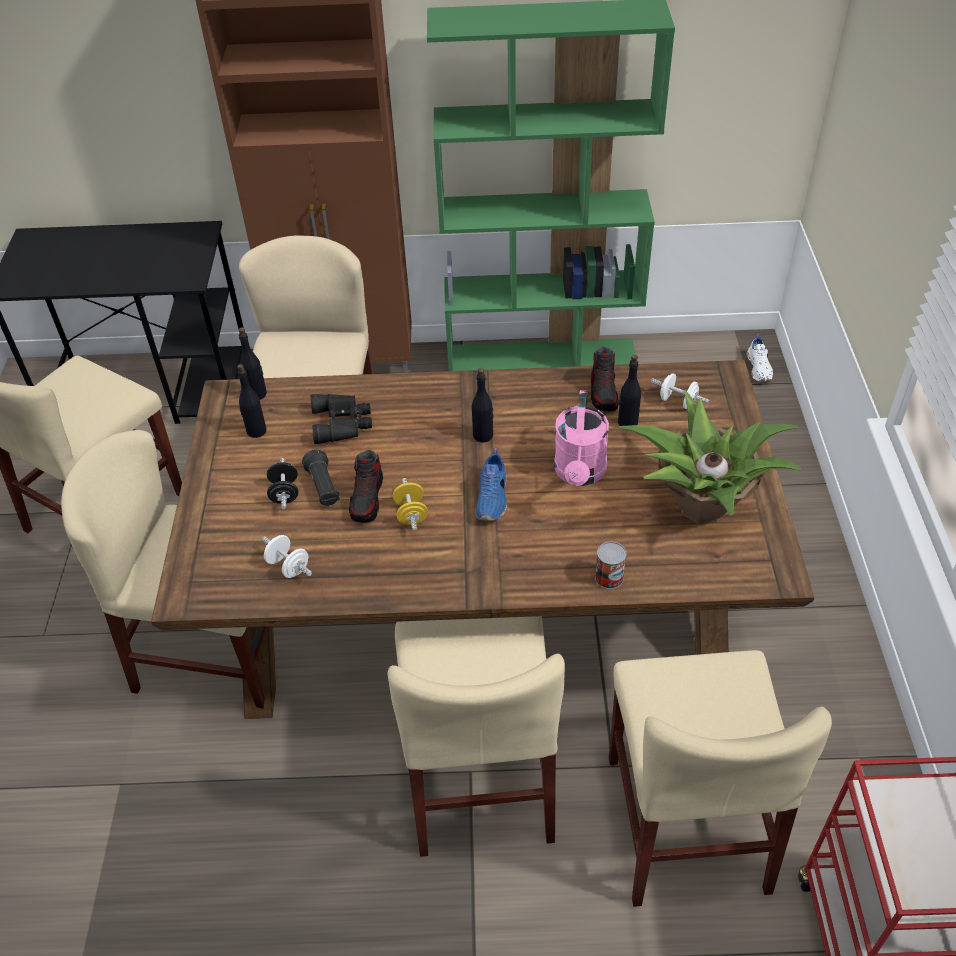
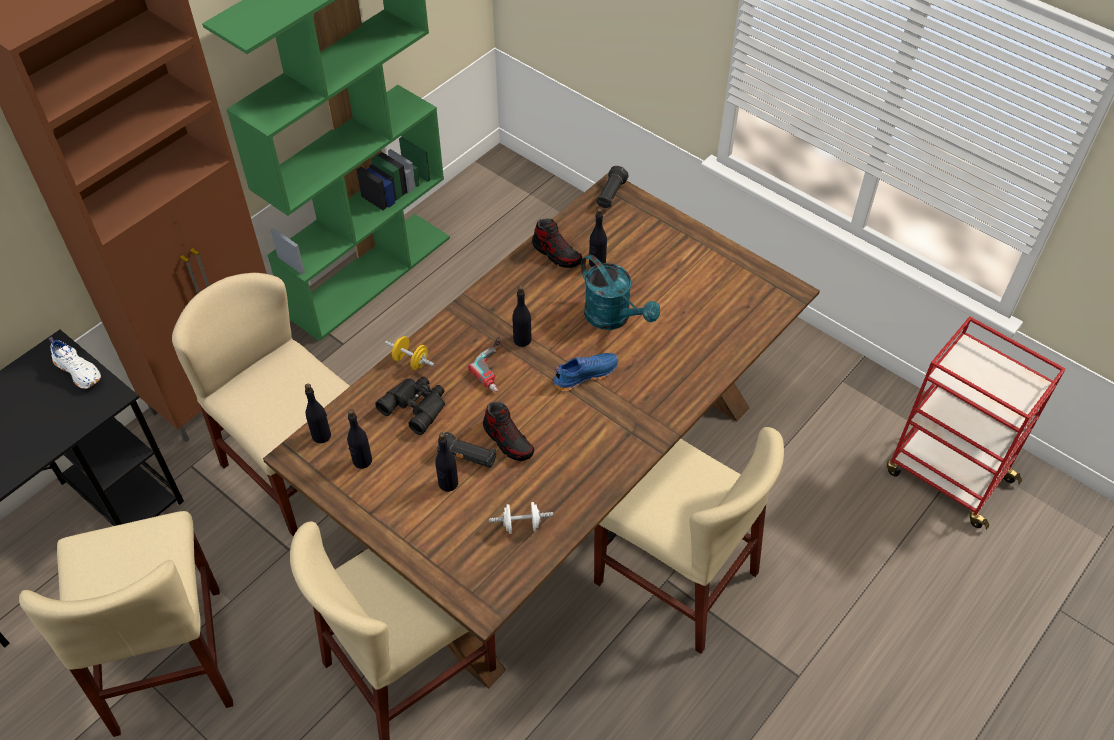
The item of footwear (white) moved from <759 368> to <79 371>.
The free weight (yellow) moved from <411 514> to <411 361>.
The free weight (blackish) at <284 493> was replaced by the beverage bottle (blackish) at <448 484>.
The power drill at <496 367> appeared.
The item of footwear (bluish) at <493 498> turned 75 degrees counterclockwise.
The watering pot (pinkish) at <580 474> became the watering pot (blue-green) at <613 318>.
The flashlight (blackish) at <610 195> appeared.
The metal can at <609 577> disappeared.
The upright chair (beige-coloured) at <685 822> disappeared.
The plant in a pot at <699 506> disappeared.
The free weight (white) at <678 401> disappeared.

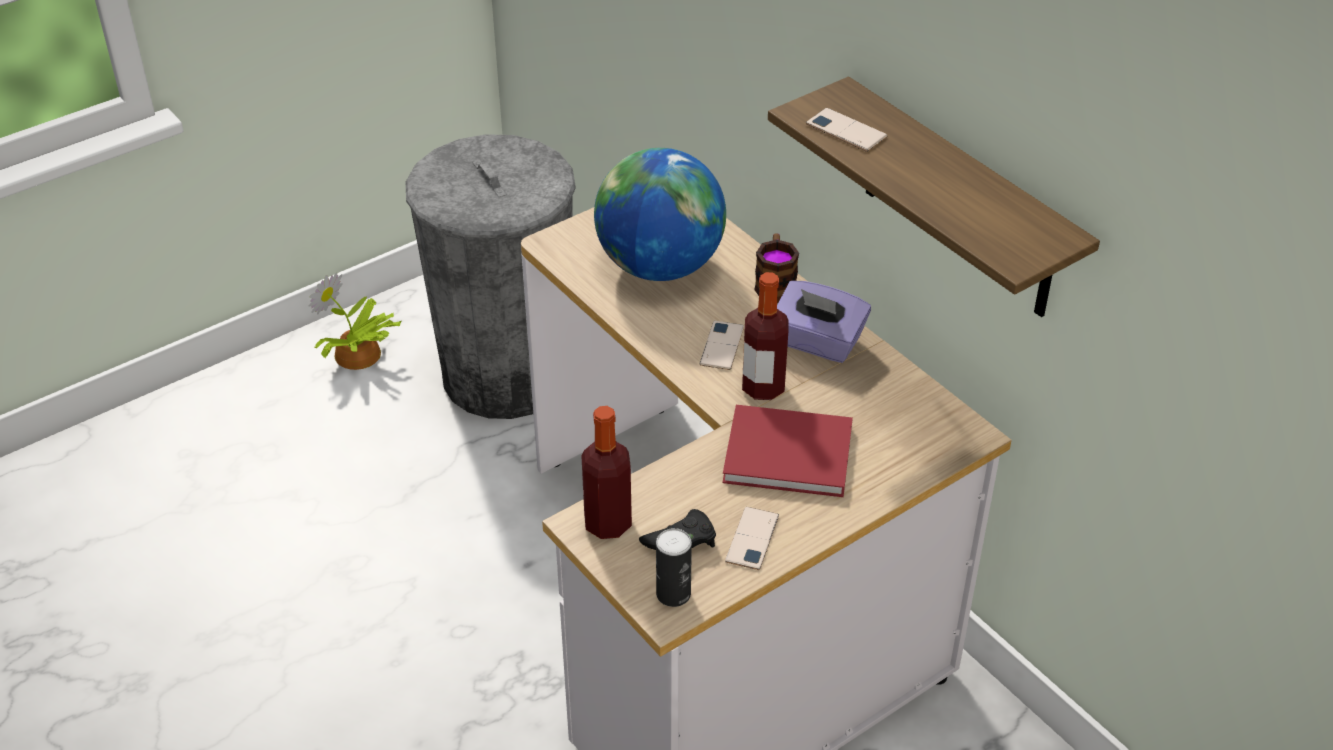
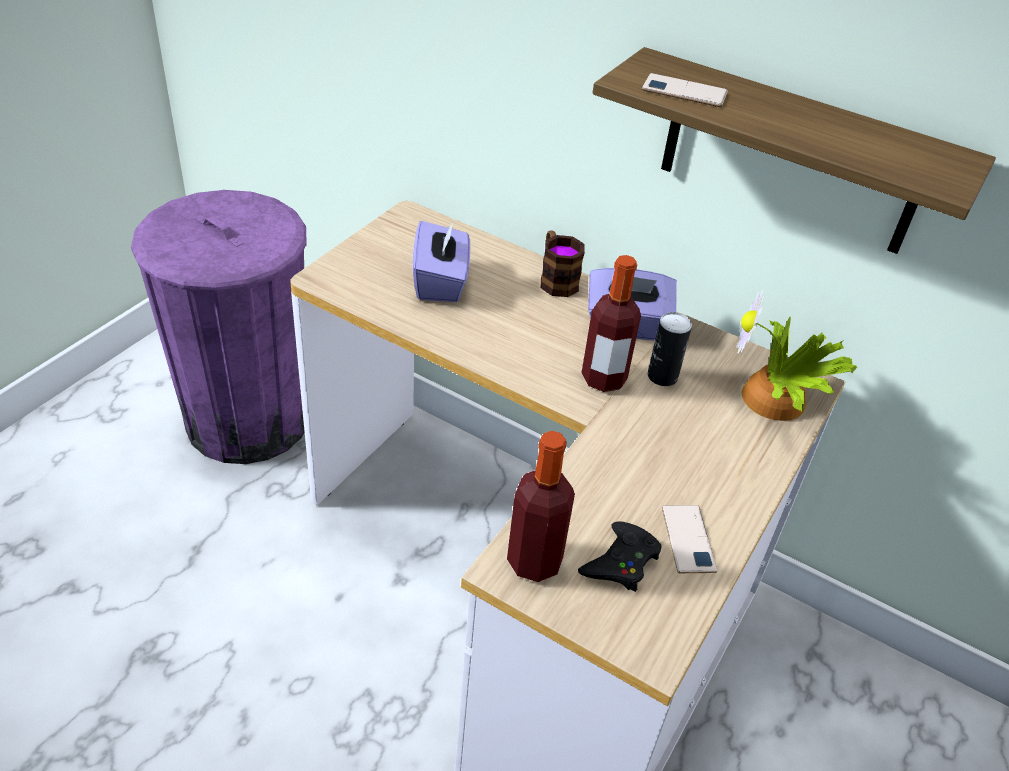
The rubbish bin (gray) at <507 374> became the rubbish bin (purple) at <248 420>.
The globe at <659 267> was replaced by the box of tissues (purple) at <441 282>.
The metal can moved from <673 594> to <662 376>.
The plant in a pot moved from <358 356> to <777 401>.
The telephone at <722 346> disappeared.
The volume (red-coloured) at <792 455> disappeared.

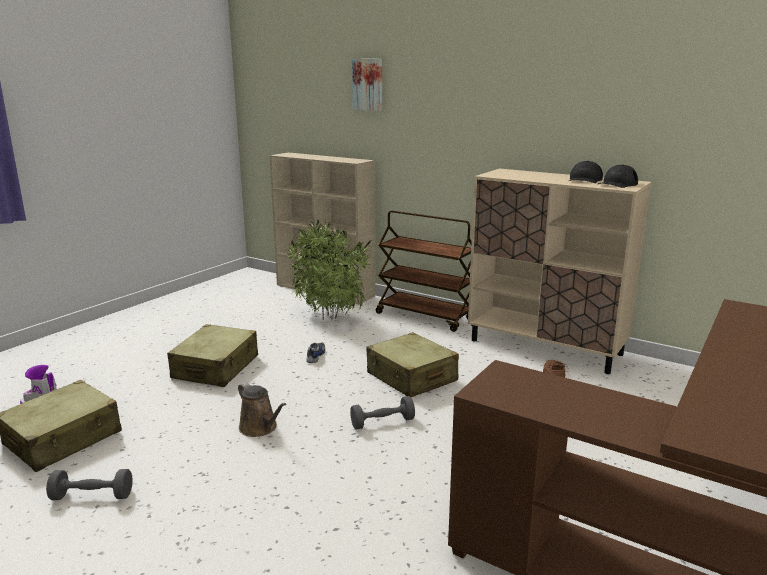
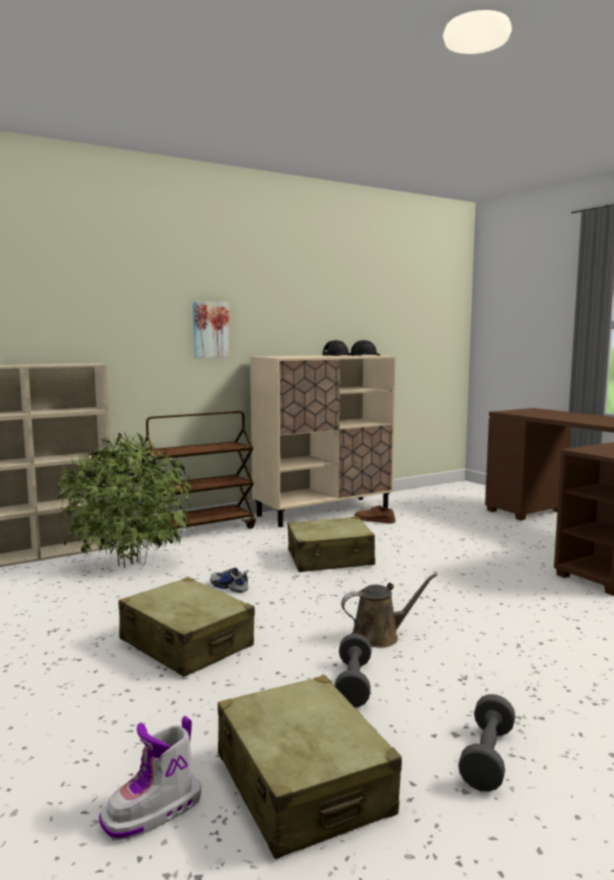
The wall picture moved from <368 85> to <210 329>.
The free weight (gray) moved from <382 423> to <353 684>.

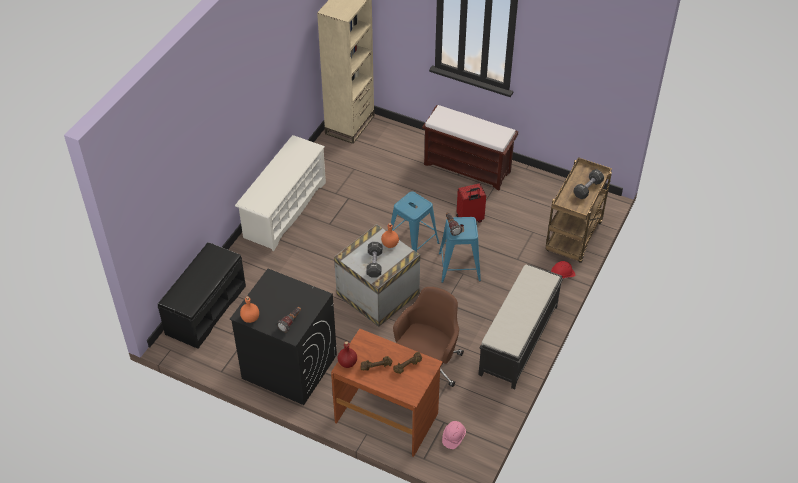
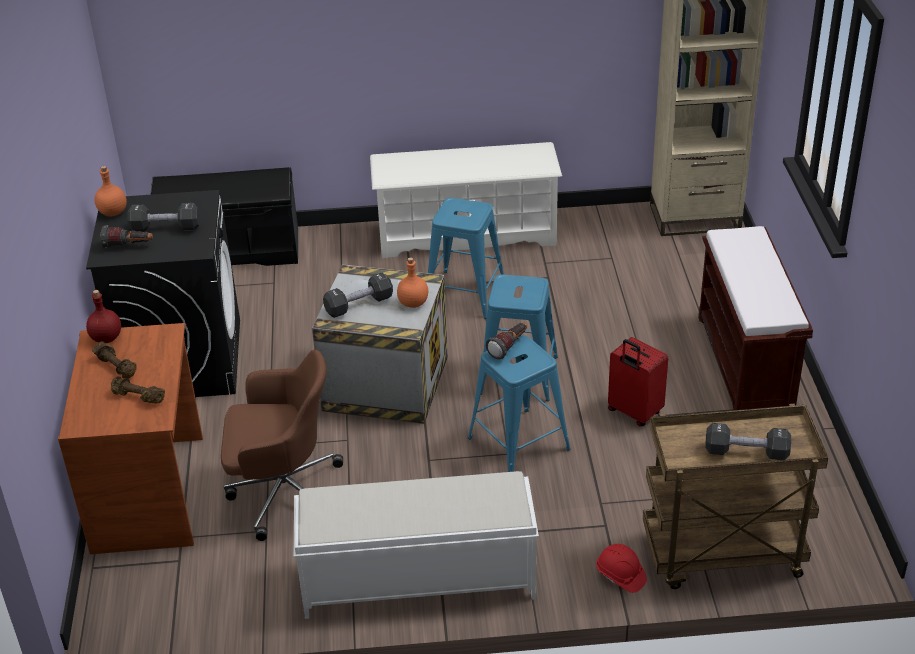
The free weight (blackish) at <165 228> appeared.
The bench (blackish) at <518 341> became the bench (white) at <416 579>.
The stool (bluish) at <464 294> appeared.
The hard hat (pinkish) at <453 437> disappeared.

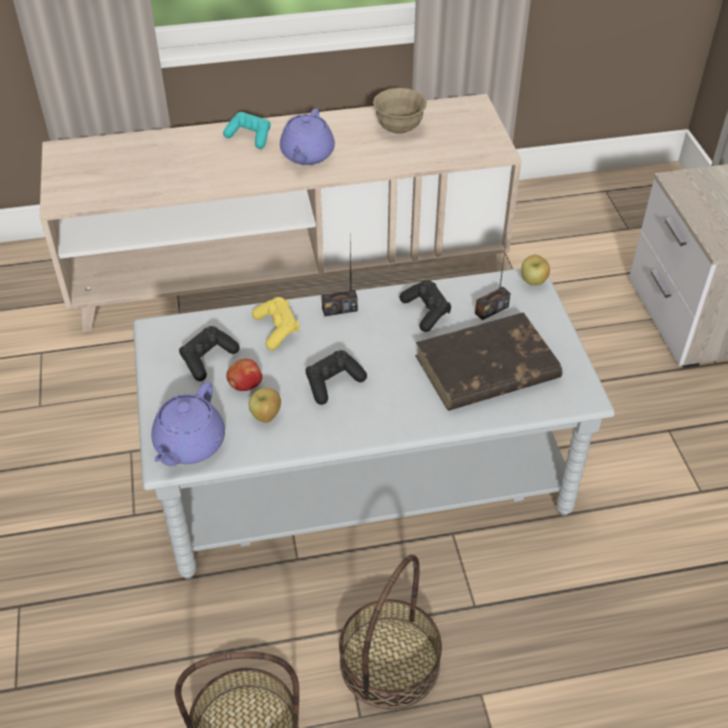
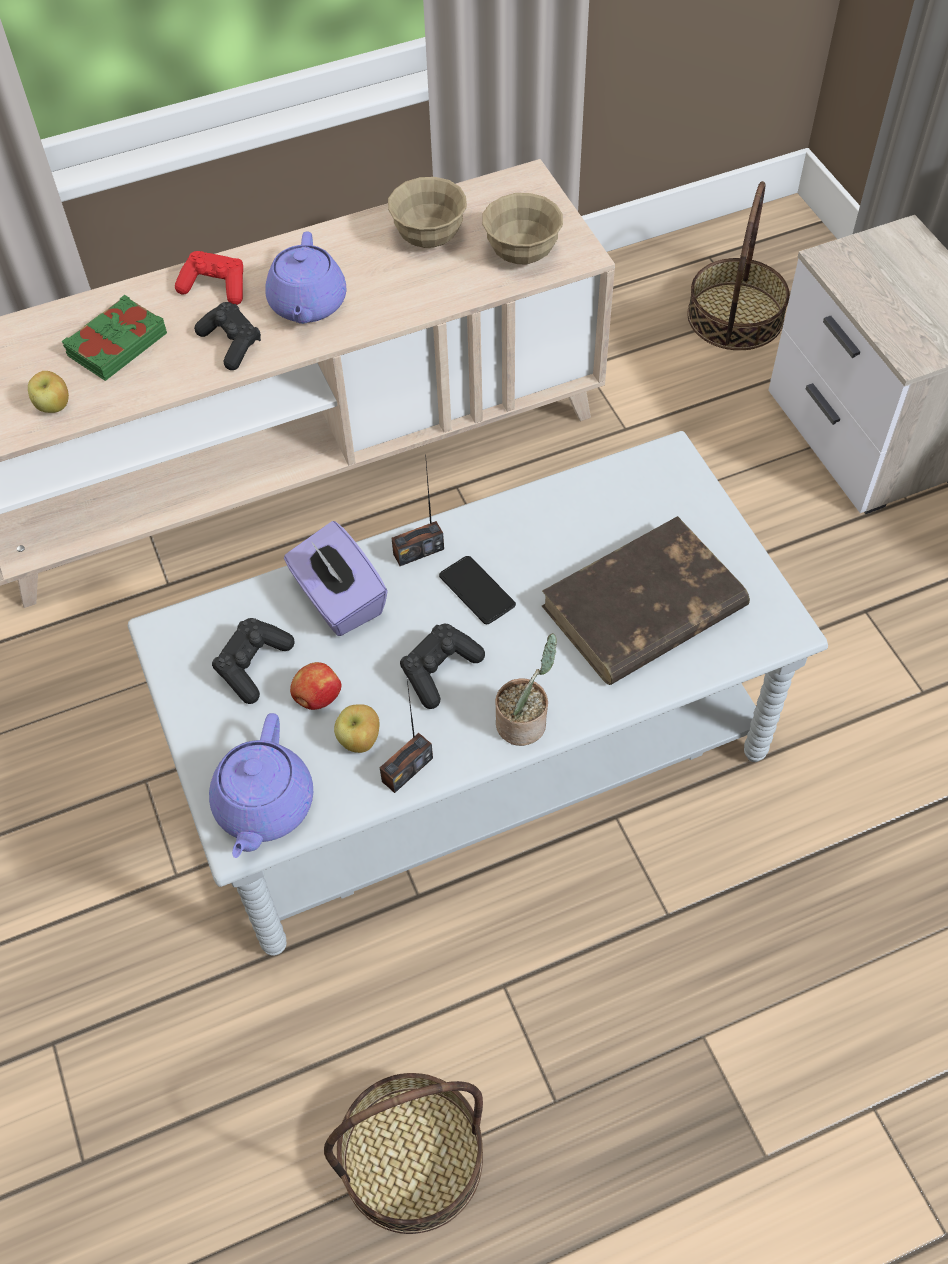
The whole apple moved from <533 282> to <54 407>.
The volume (green-coloured) at <116 344> appeared.
The game controller (blue-green) at <250 137> became the game controller (red-coloured) at <216 287>.
The game controller (blackish) moved from <426 312> to <231 344>.
The game controller (yellow) at <277 329> was replaced by the box of tissues (purple) at <338 600>.
The radio moved from <491 310> to <407 769>.
The telephone at <477 591> appeared.
The serving bowl (beige-coloured) at <521 254> appeared.
The plant in a pot at <525 722> appeared.
The household basket moved from <390 662> to <735 316>.

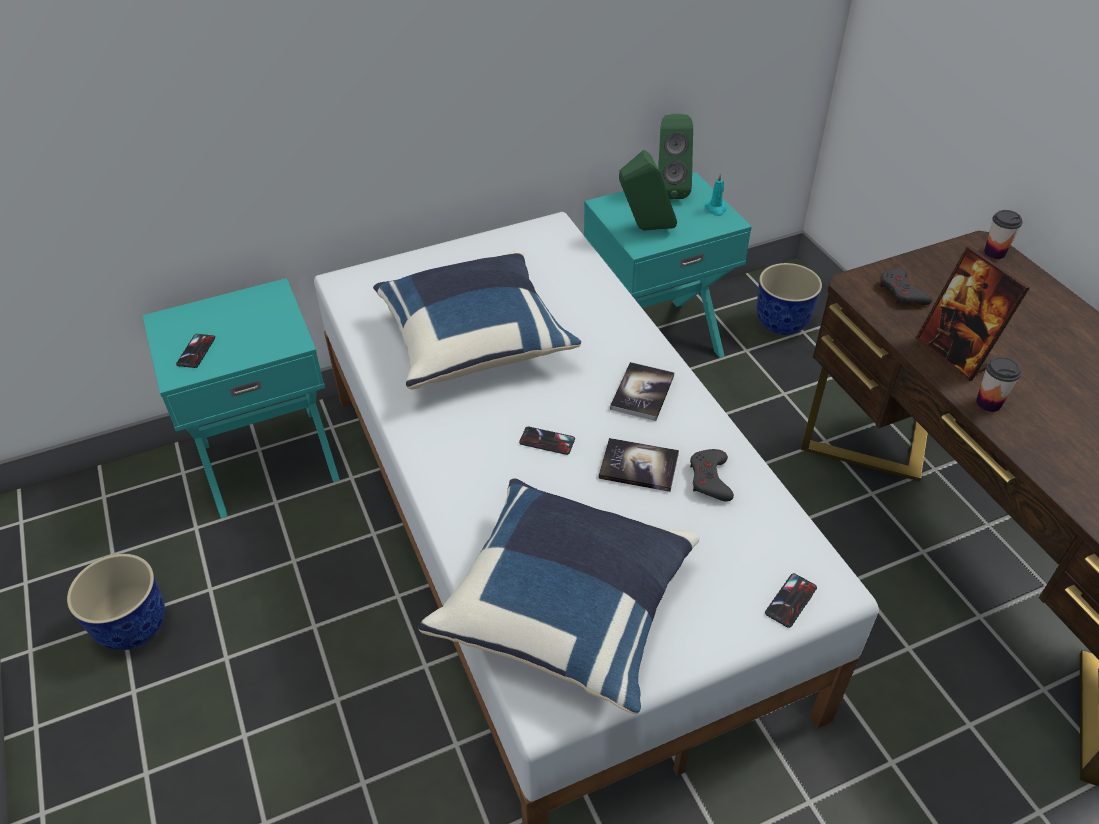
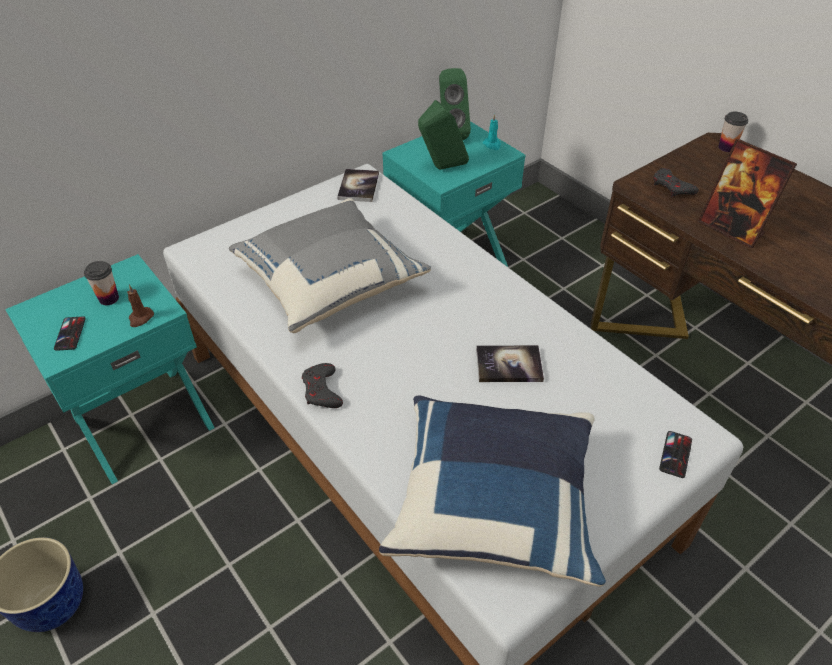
The drinking cup moved from <988 403> to <109 298>.
The candle (brownish) at <140 318> appeared.
The cushion (bluish) at <474 341> became the cushion (gray) at <329 283>.
The game controller (gray) moved from <710 479> to <322 390>.
The volume moved from <642 392> to <358 186>.
The telephone at <547 441> disappeared.
The planter at <782 324> disappeared.

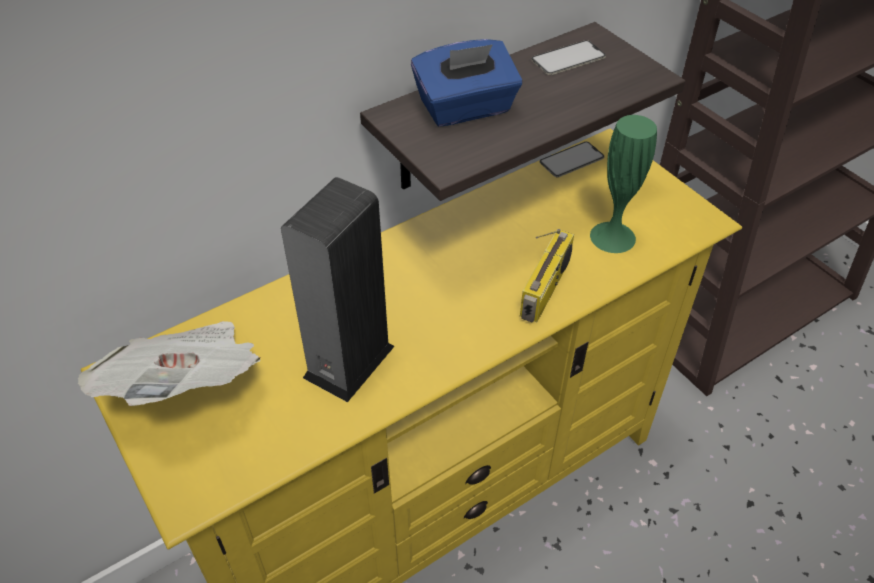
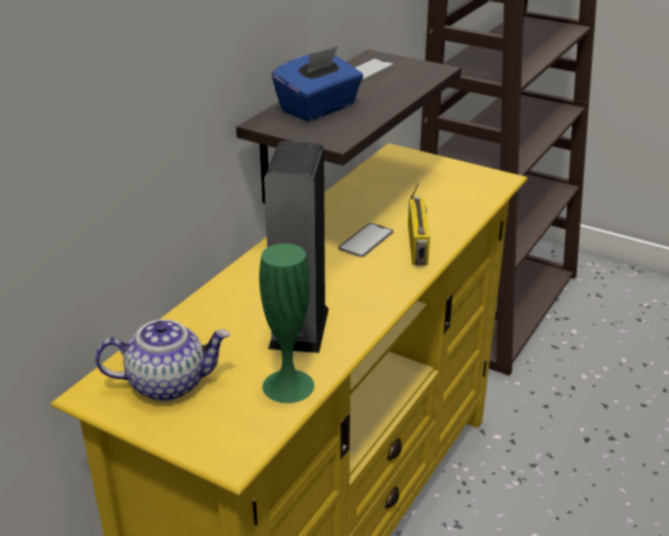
The printed paper at <187 386> was replaced by the tea pot at <168 383>.
The vase (green-coloured) moved from <612 237> to <288 385>.
The telephone moved from <571 160> to <366 240>.

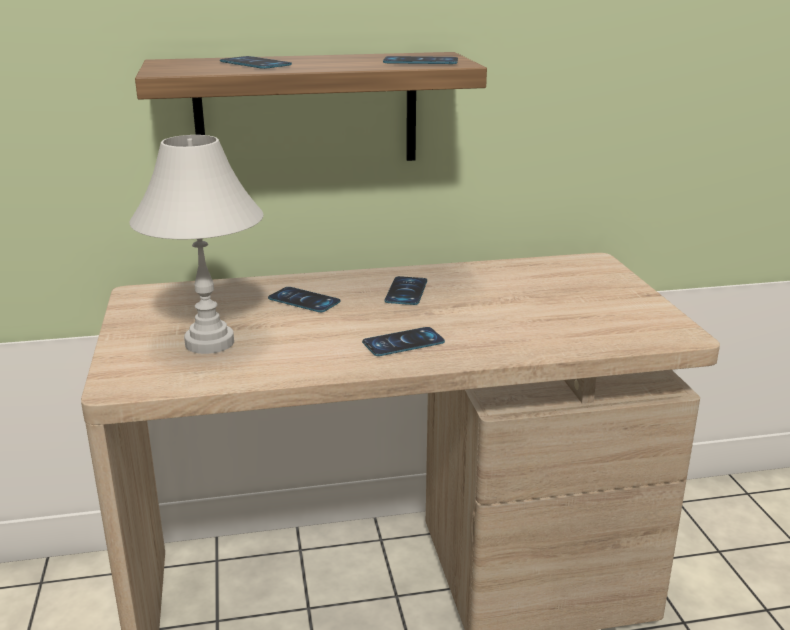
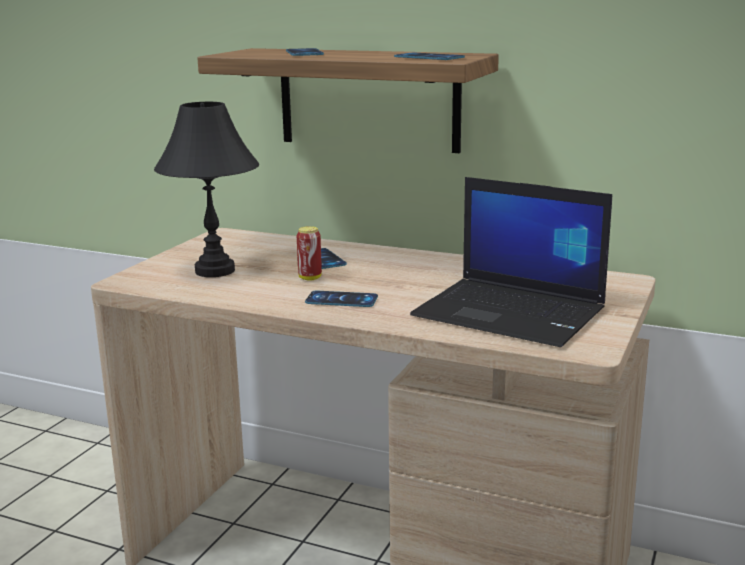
The table lamp (white) at <210 343> became the table lamp (blackish) at <215 271>.
The metal can at <310 278> appeared.
The portable computer at <512 313> appeared.
The telephone at <406 291> disappeared.

